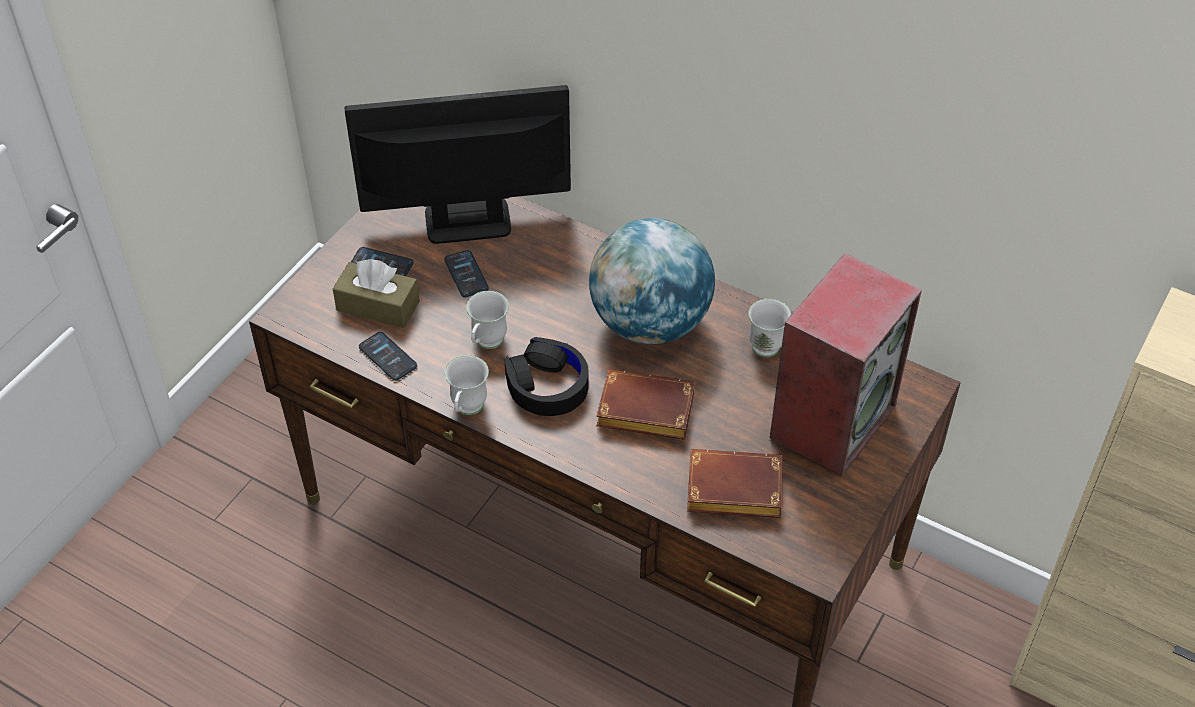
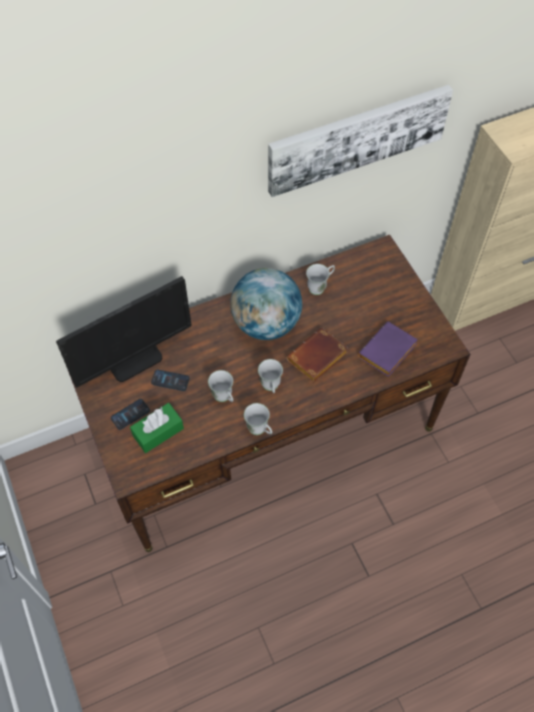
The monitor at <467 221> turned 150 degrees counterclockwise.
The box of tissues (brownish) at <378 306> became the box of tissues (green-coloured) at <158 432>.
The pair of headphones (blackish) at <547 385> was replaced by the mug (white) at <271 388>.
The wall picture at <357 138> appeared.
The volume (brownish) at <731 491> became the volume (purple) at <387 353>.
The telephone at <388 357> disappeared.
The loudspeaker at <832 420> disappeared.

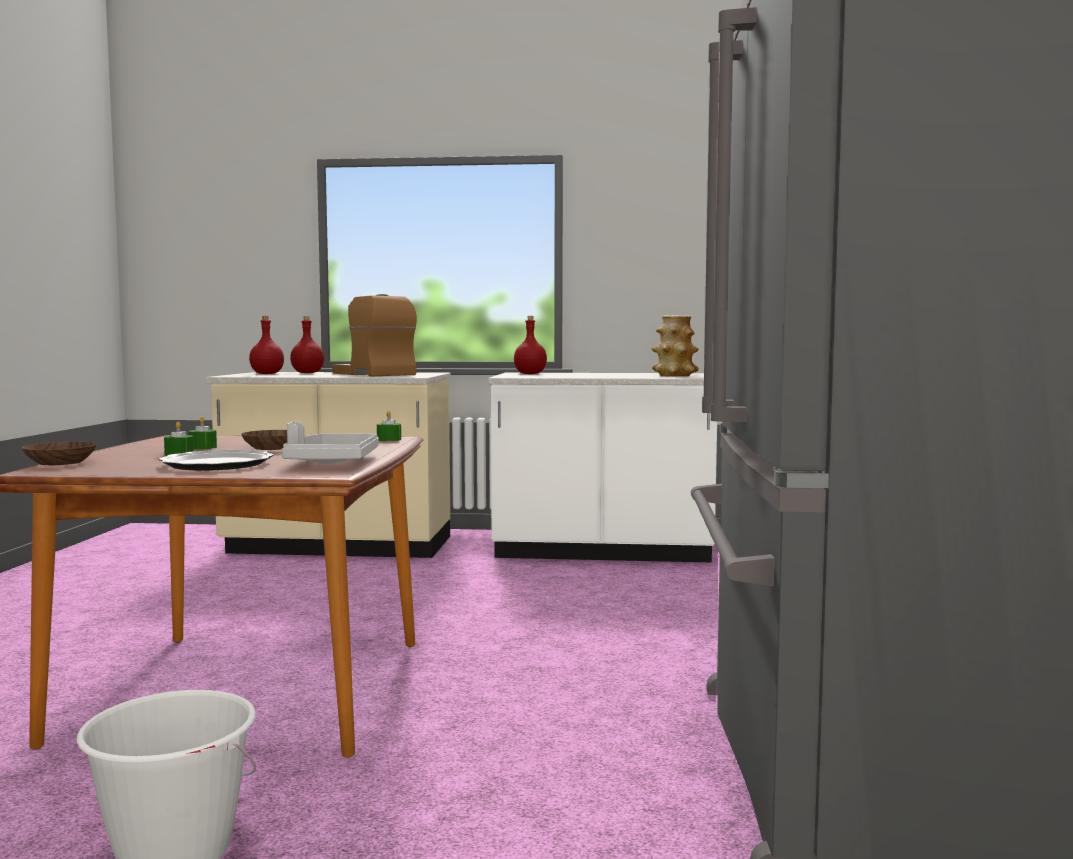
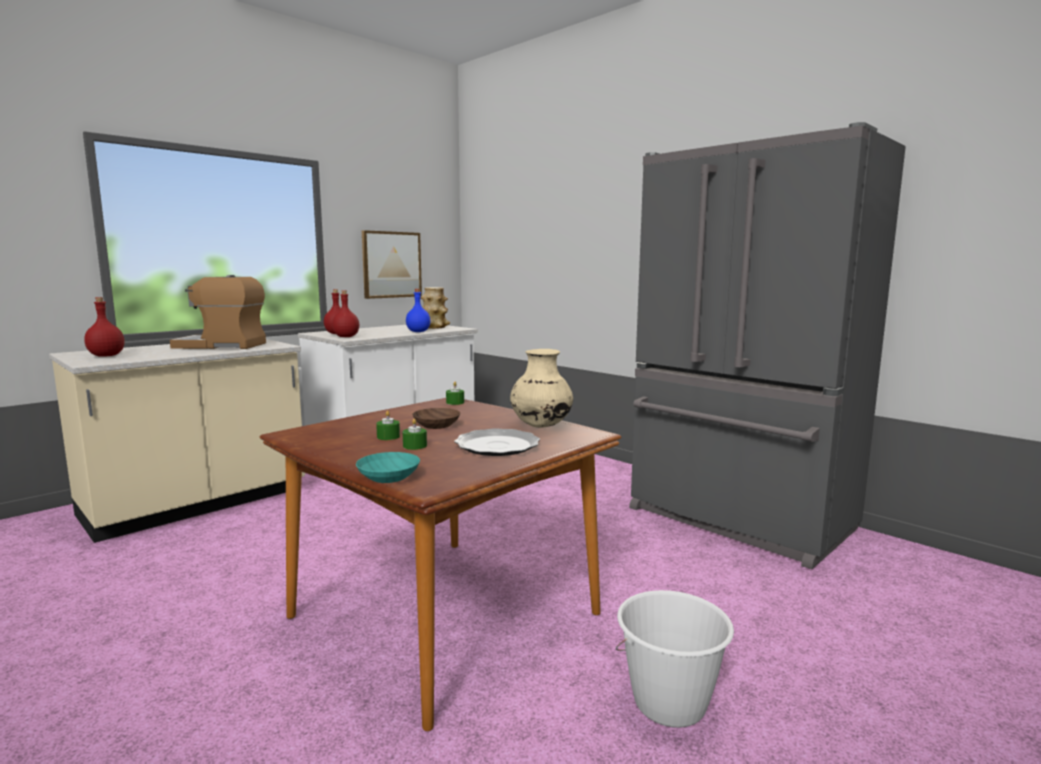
The beverage bottle (red-coloured) moved from <308 373> to <346 336>.
The serving bowl (brownish) at <61 462> became the serving bowl (blue-green) at <387 477>.
The wall picture at <391 264> appeared.
The beverage bottle (bluish) at <418 332> appeared.
The serving tray (gray) at <332 462> was replaced by the vase (beige-coloured) at <541 426>.

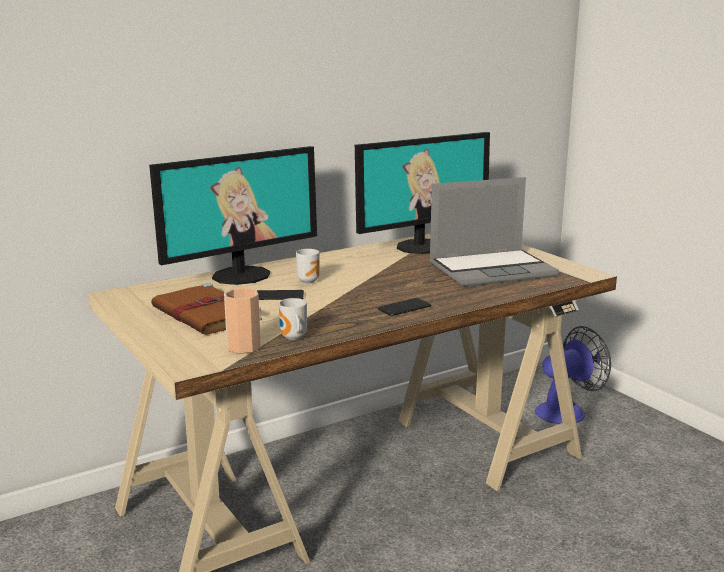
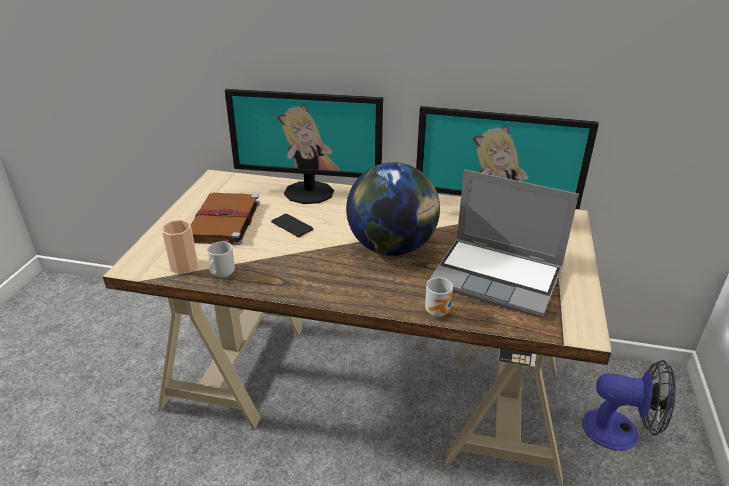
The globe at <392 247> appeared.
The mug moved from <309 280> to <439 312>.
The telephone at <404 308> disappeared.

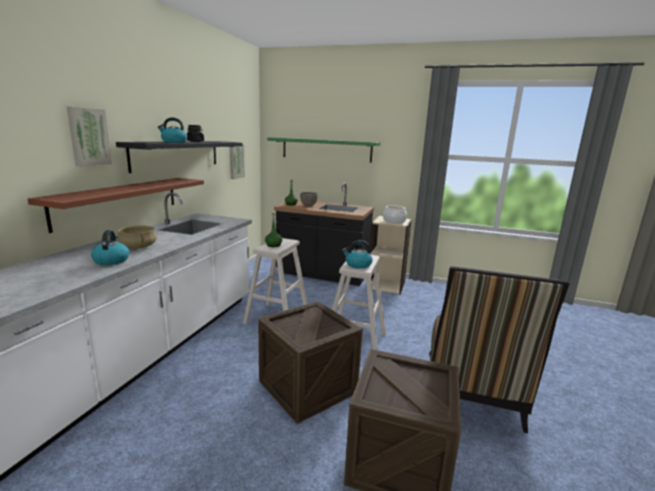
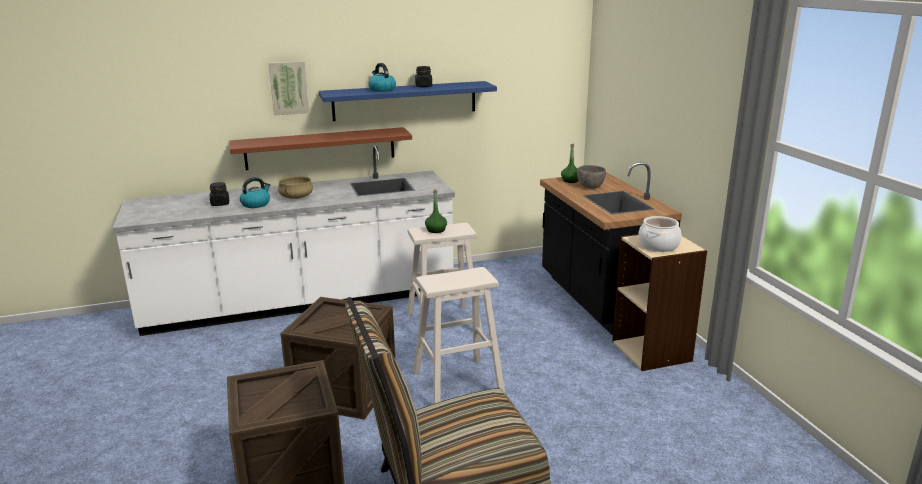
The preserve jar (blackish) at <220 204> appeared.
The wall shelf (blackish) at <177 154> became the wall shelf (bluish) at <405 100>.
The wall picture at <236 161> disappeared.
The wall shelf (green-coloured) at <326 149> disappeared.
The tea kettle at <357 265> disappeared.

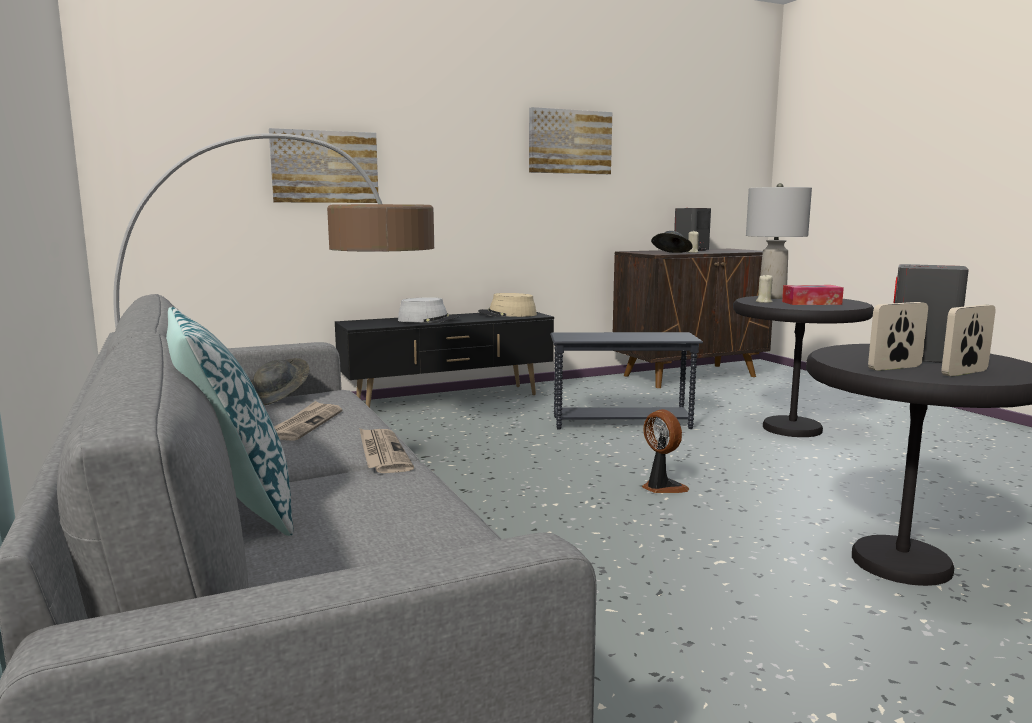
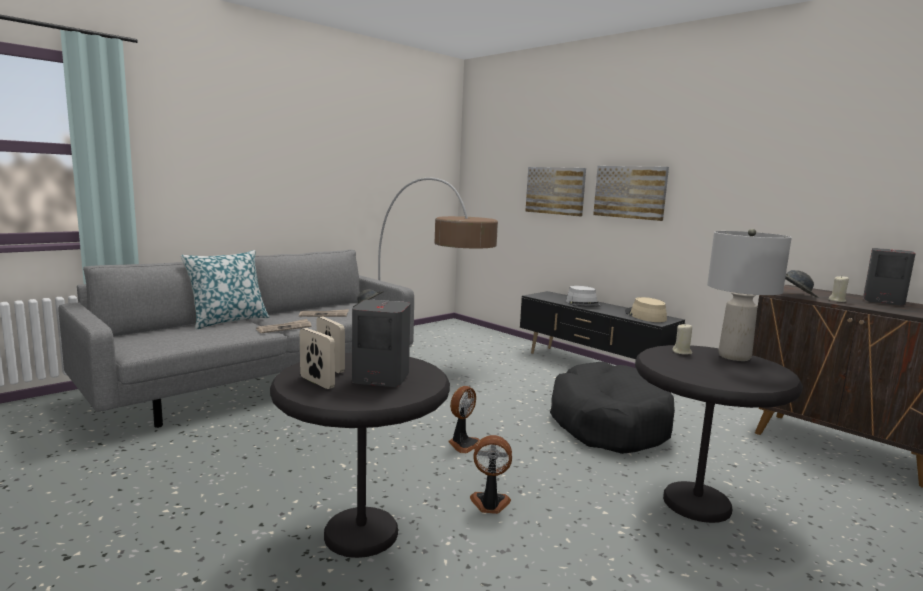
The fan at <490 504> appeared.
The accent table (gray) at <621 423> was replaced by the dog bed (blackish) at <608 423>.
The wall picture moved from <569 142> to <630 192>.
The box of tissues at <811 303> disappeared.

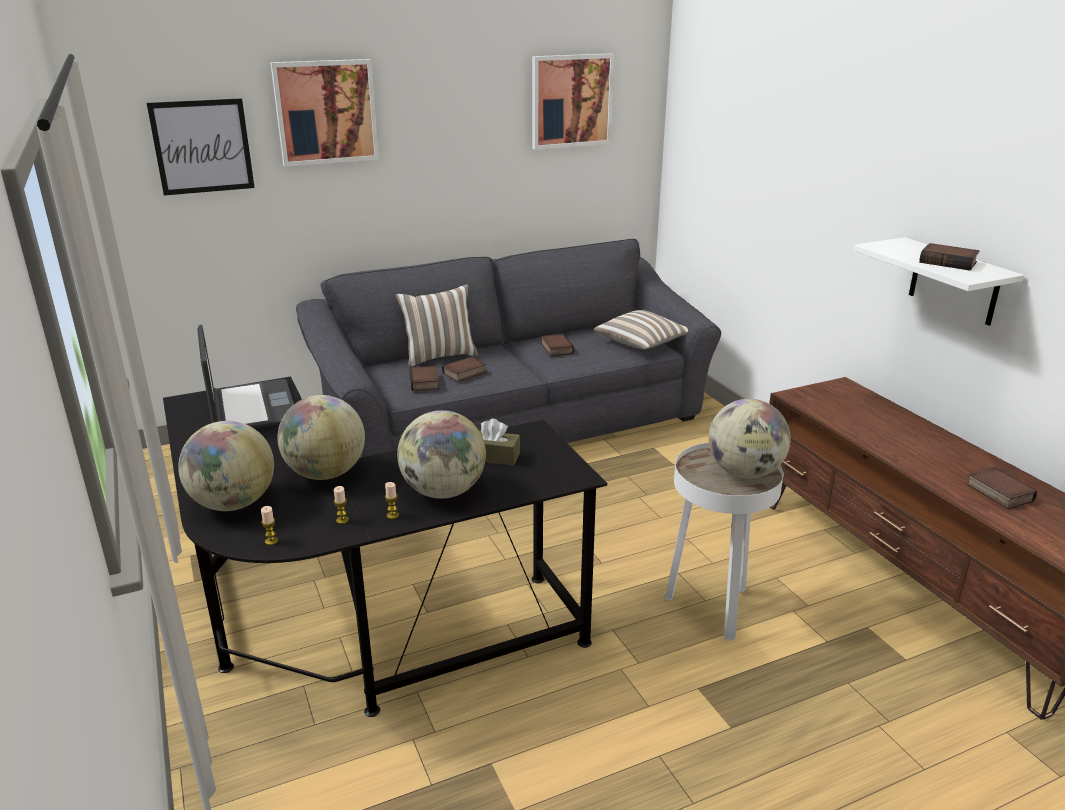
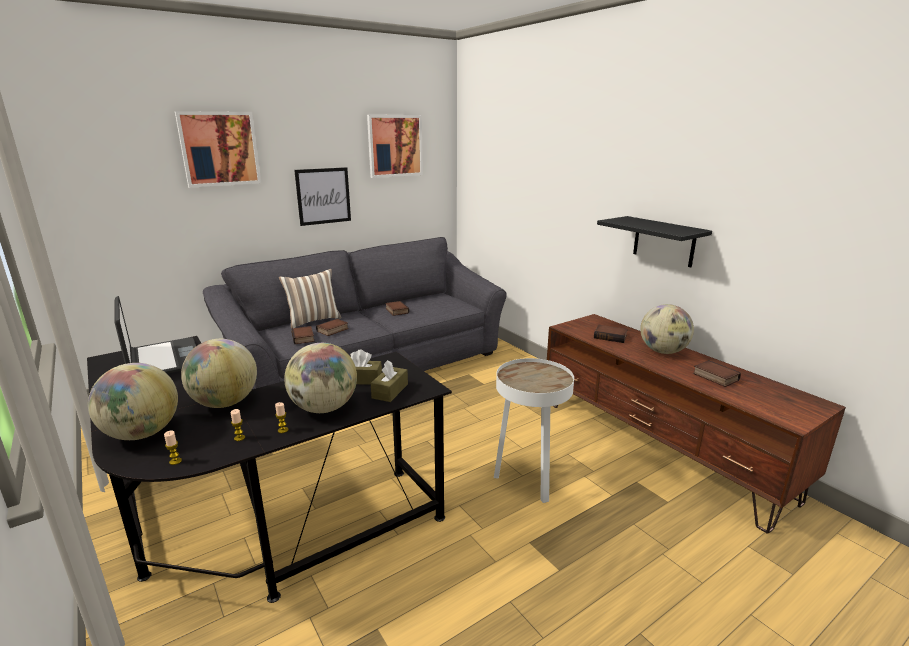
The wall picture moved from <202 146> to <323 196>.
The box of tissues (brownish) at <390 391> appeared.
The volume moved from <949 262> to <611 336>.
The wall shelf (white) at <954 282> became the wall shelf (blackish) at <664 241>.
The globe moved from <744 472> to <663 351>.
The cushion at <642 343> disappeared.

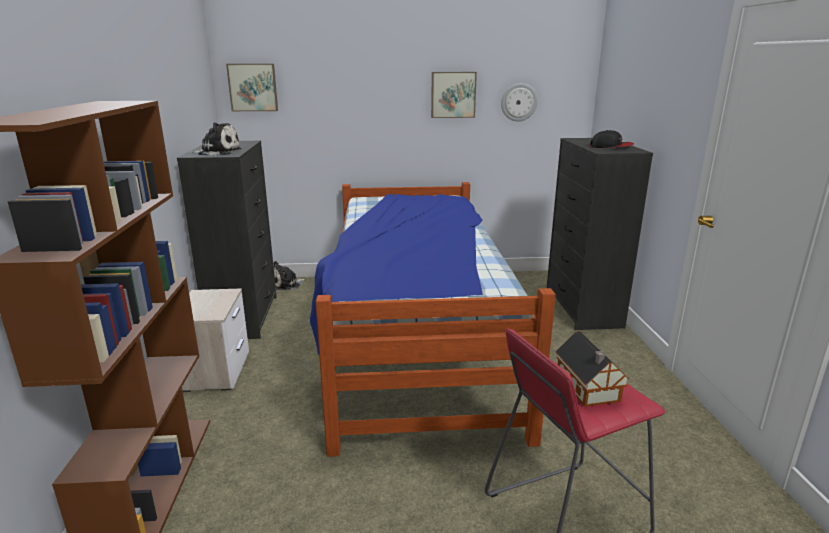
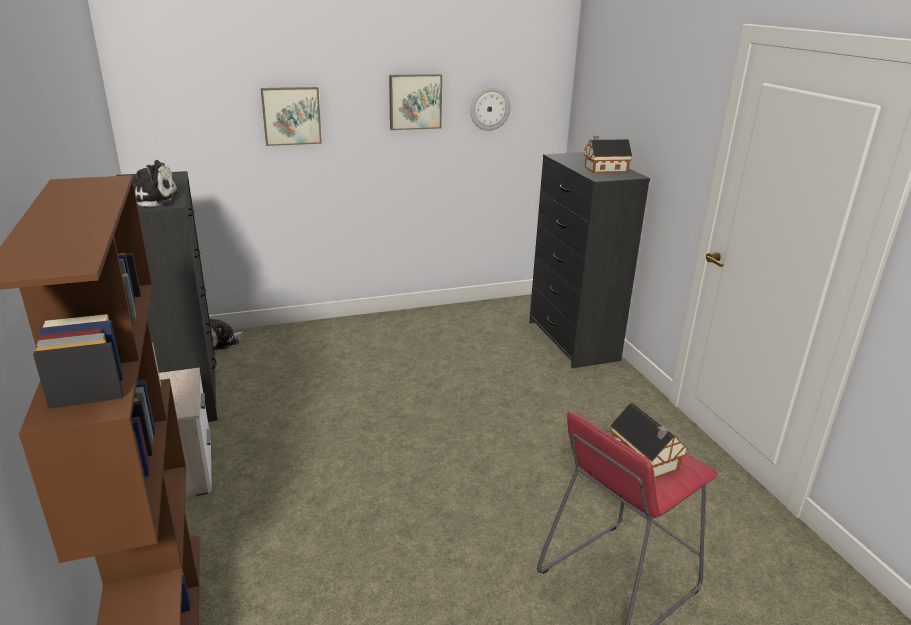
The wall picture moved from <253 87> to <291 115>.
The cap at <611 146> was replaced by the model house at <604 169>.
The sleeping bed at <414 338> disappeared.

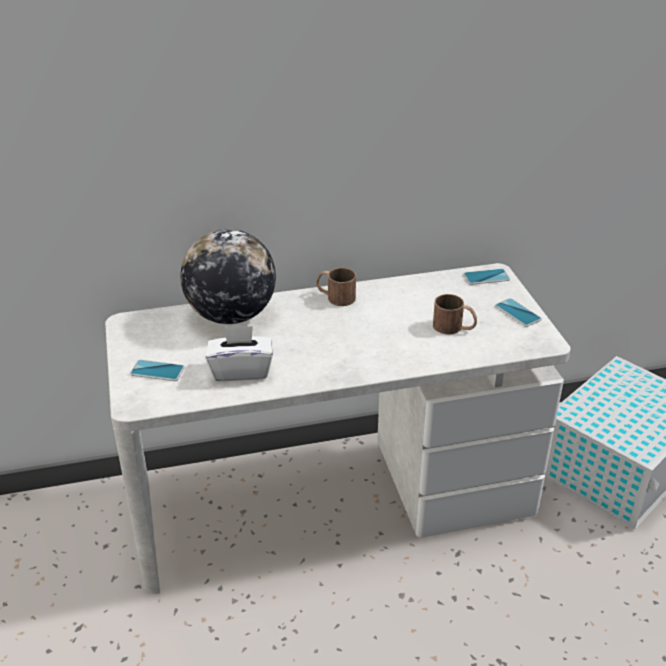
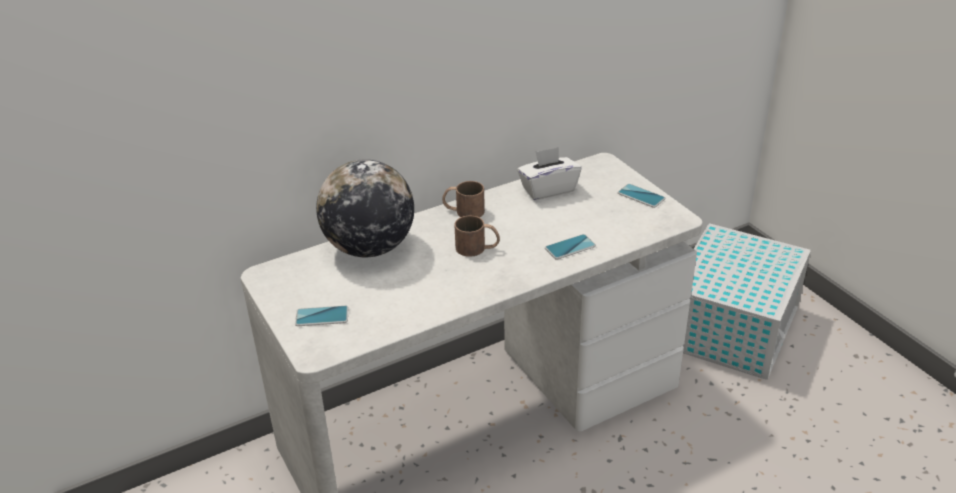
The mug (brownish) moved from <454 327> to <477 248>.
The box of tissues (white) moved from <241 370> to <548 189>.
The telephone moved from <486 277> to <570 247>.

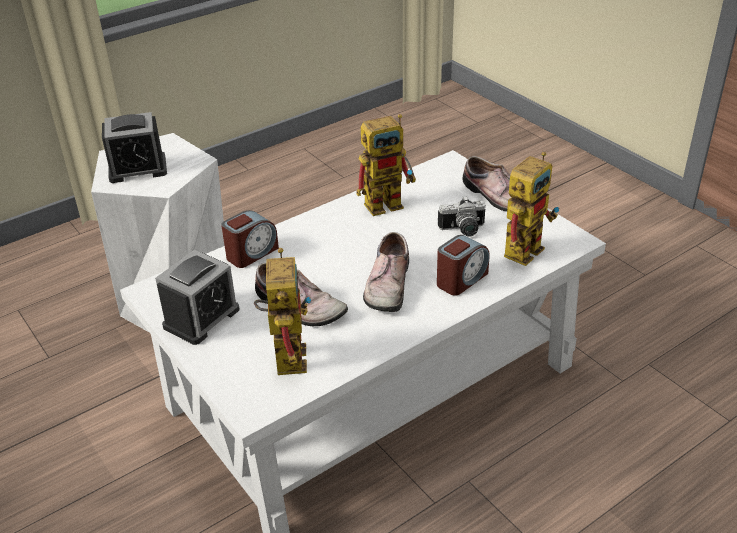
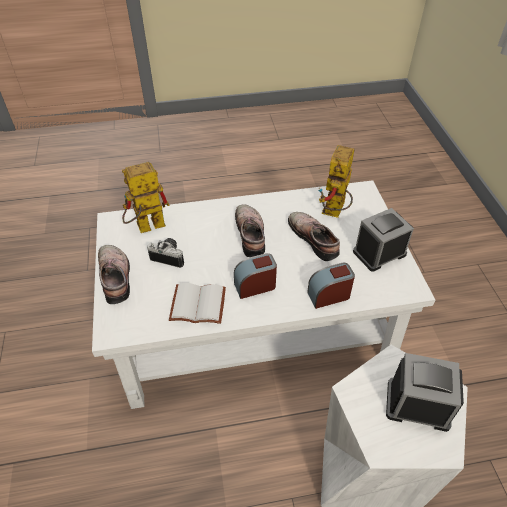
The robot figure at <390 202> was replaced by the volume (white) at <197 306>.
The alarm clock moved from <461 279> to <255 286>.
The item of footwear at <386 284> turned 45 degrees counterclockwise.

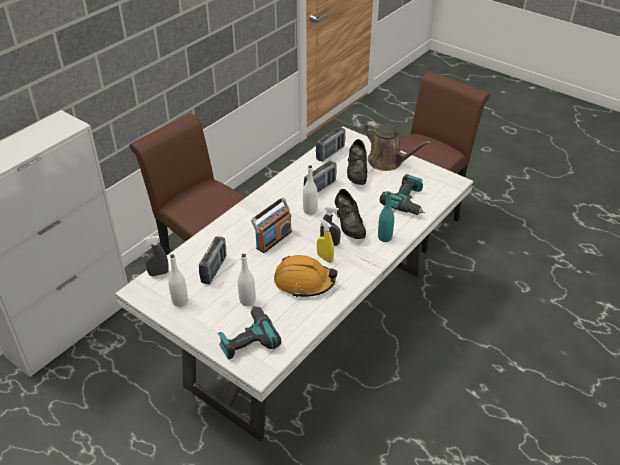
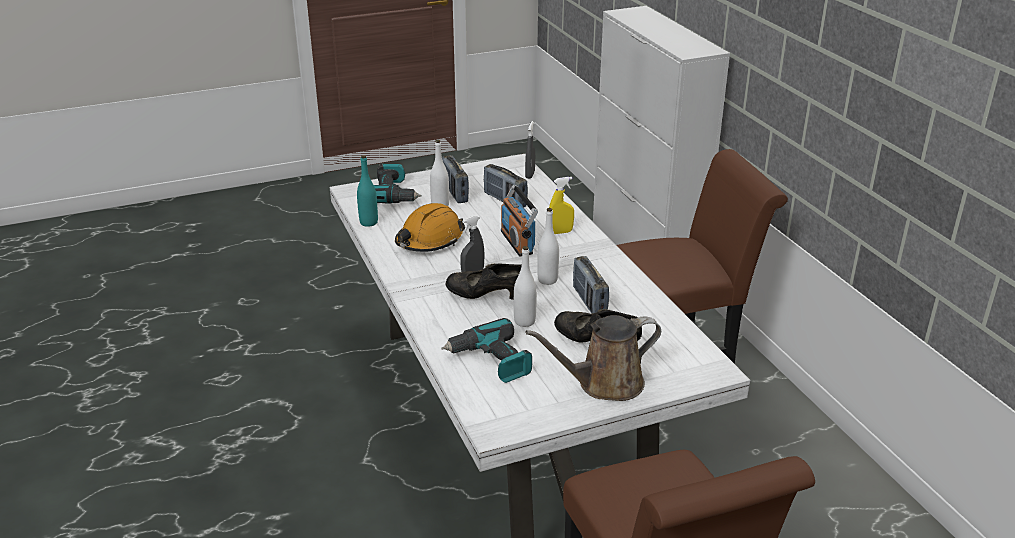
The beverage bottle (blue-green) moved from <384 237> to <368 222>.
The radio moved from <330 153> to <455 192>.
The beverage bottle (white) moved from <180 301> to <524 321>.
The spray bottle (yellow) moved from <325 258> to <560 232>.

